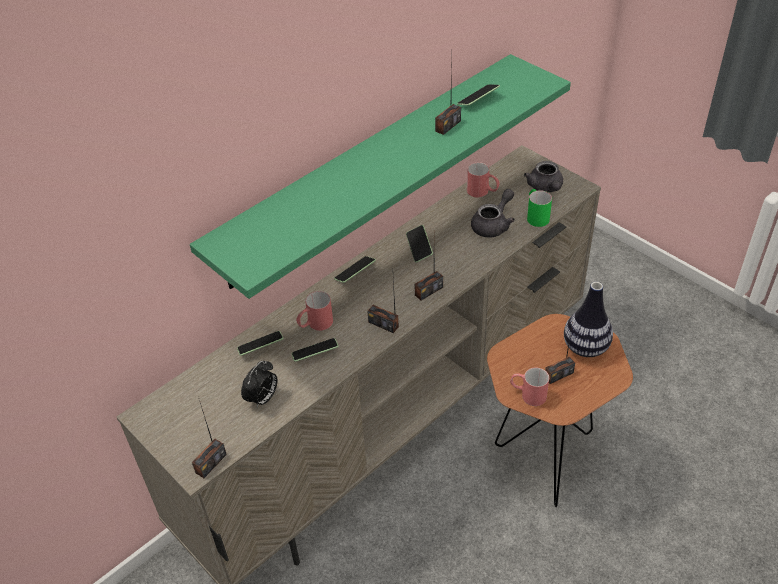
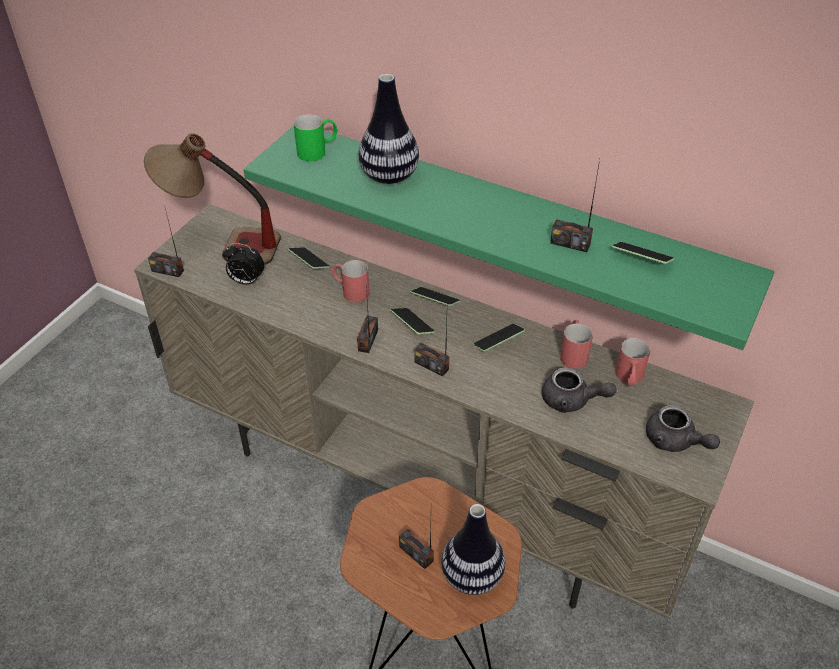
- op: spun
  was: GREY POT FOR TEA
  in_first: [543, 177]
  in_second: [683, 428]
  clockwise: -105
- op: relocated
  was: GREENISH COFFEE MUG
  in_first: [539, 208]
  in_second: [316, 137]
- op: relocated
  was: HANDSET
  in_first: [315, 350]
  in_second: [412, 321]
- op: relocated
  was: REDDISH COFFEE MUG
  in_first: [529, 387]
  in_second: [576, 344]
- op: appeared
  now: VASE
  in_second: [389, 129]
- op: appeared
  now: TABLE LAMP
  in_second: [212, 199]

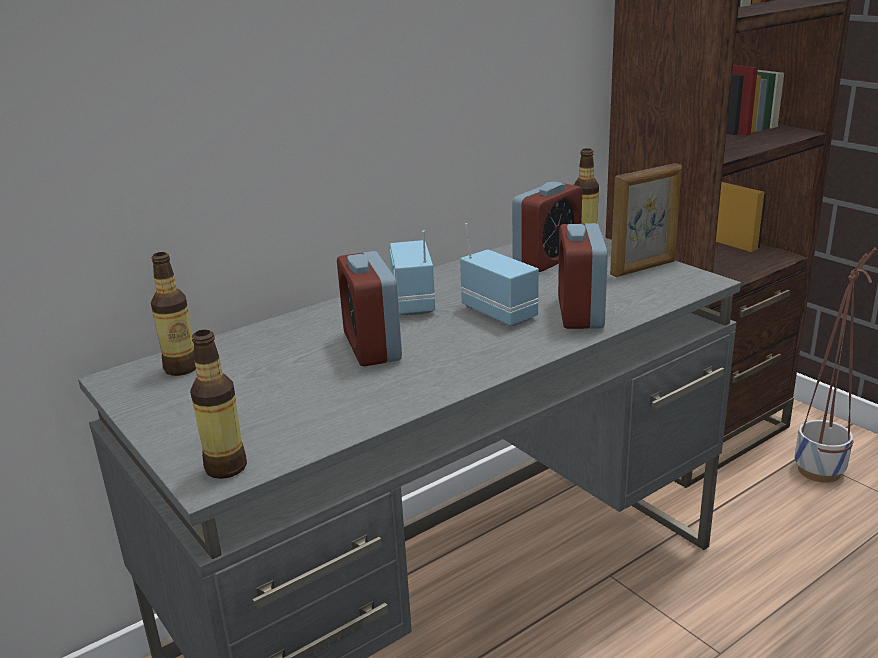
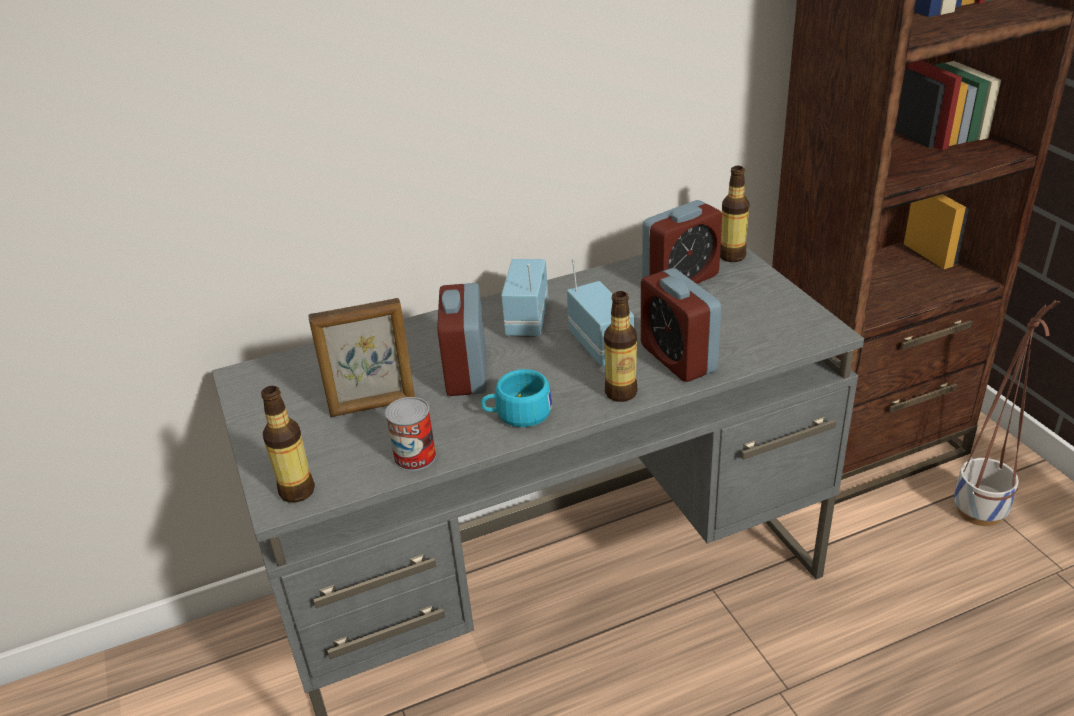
- op: relocated
  was: STANDING FRAME
  in_first: [646, 220]
  in_second: [361, 357]
- op: spun
  was: TABLE CLOCK
  in_first: [583, 276]
  in_second: [681, 325]
  clockwise: -45
- op: relocated
  was: DRINK BOTTLE
  in_first: [173, 314]
  in_second: [621, 346]
- op: appeared
  now: TURQUOISE DRINKING CUP
  in_second: [516, 398]
- op: appeared
  now: METAL CAN
  in_second: [410, 434]

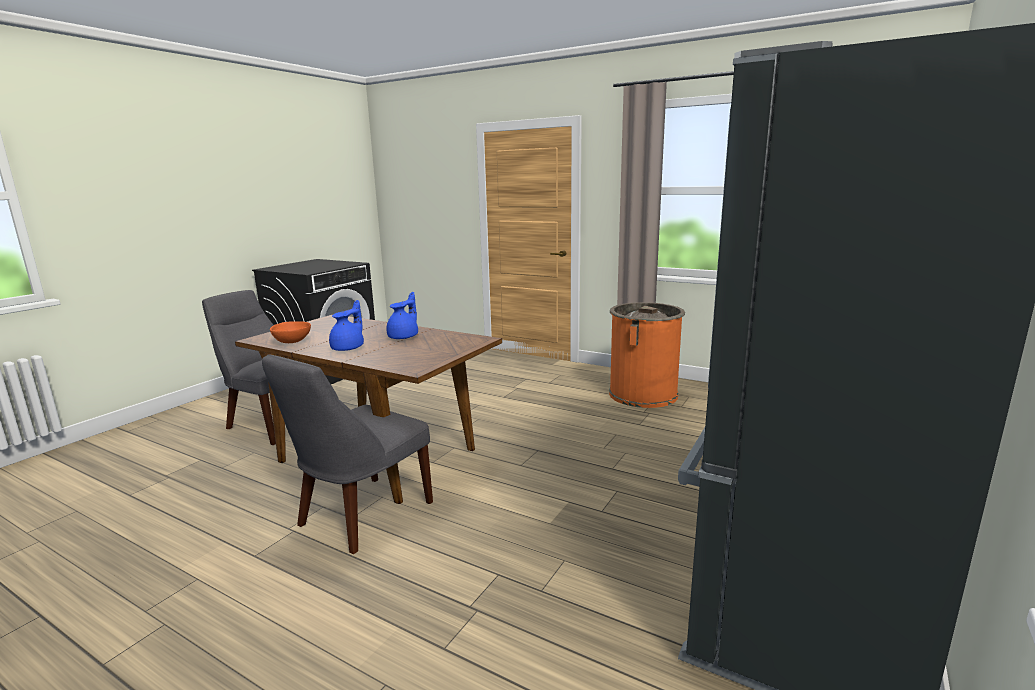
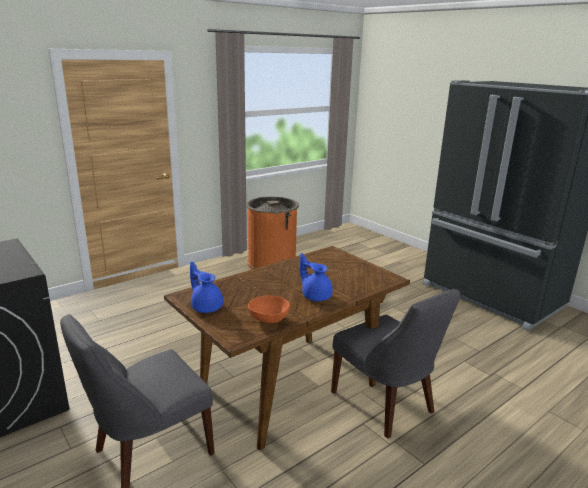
- op: relocated
  was: BLUISH POT FOR TEA
  in_first: [402, 315]
  in_second: [206, 287]

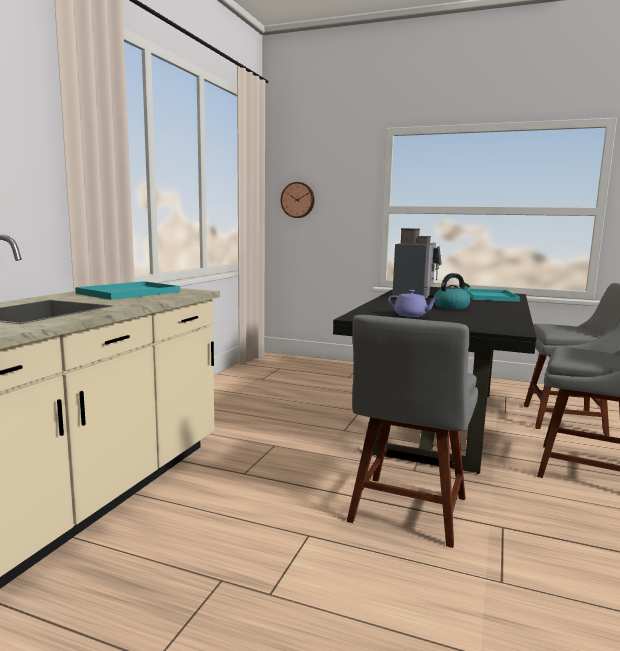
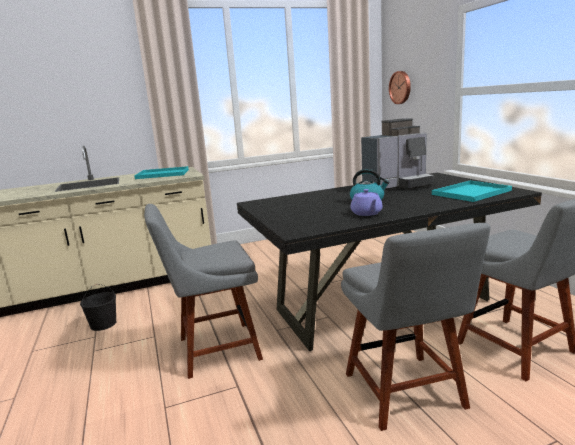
- op: relocated
  was: PURPLISH POT FOR TEA
  in_first: [413, 303]
  in_second: [366, 202]
- op: appeared
  now: BLACK PAIL
  in_second: [98, 307]

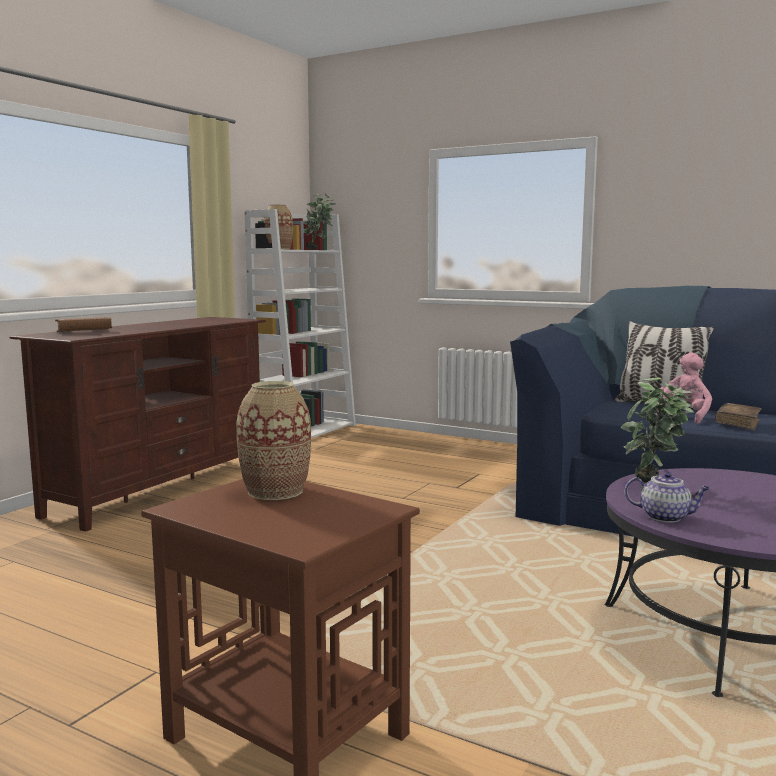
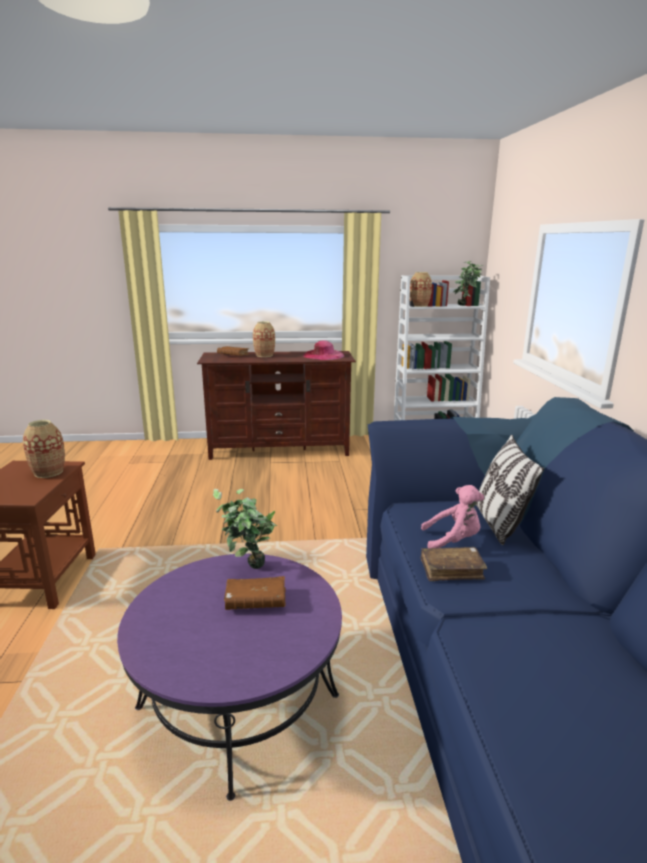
- op: missing
  was: POT FOR TEA
  in_first: [667, 496]
- op: appeared
  now: VASE
  in_second: [264, 339]
- op: appeared
  now: PINKISH CLOTHING HAT
  in_second: [323, 350]
- op: appeared
  now: BROWN VOLUME
  in_second: [254, 593]

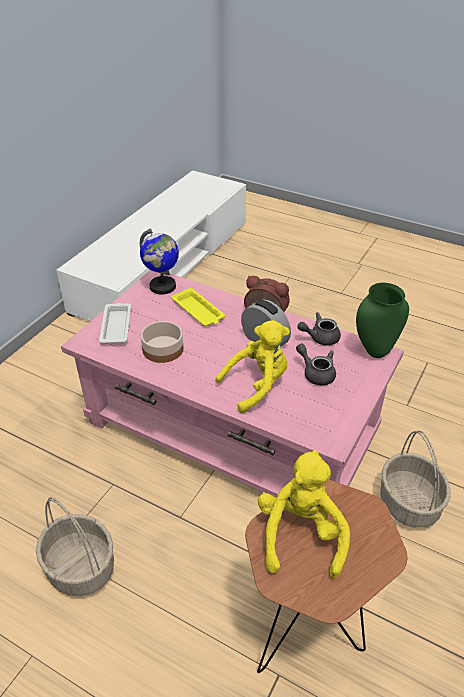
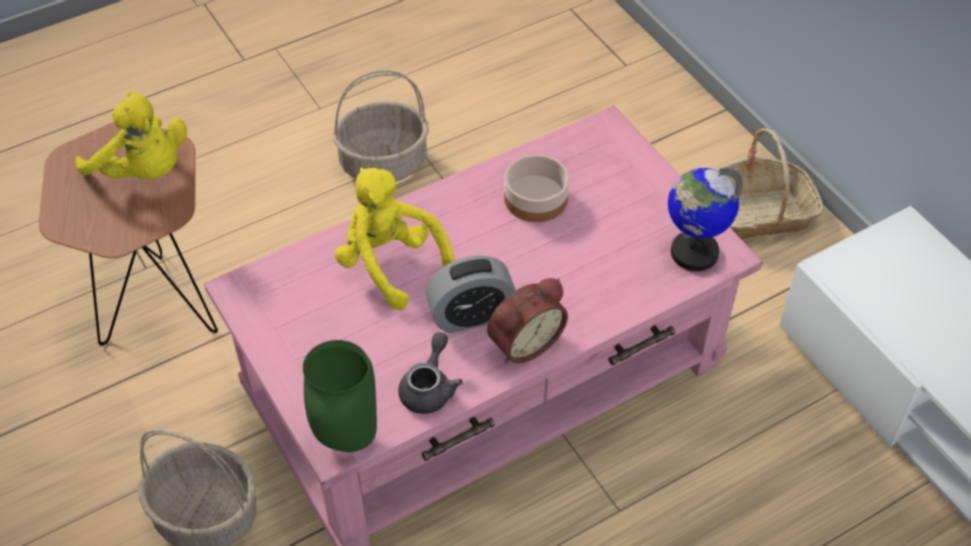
- op: missing
  was: YELLOWISH TRAY
  in_first: [198, 307]
- op: missing
  was: WHITE-COLOURED TRAY
  in_first: [115, 323]
- op: spun
  was: YELLOWISH SOFT TOY
  in_first: [252, 366]
  in_second: [395, 238]
  clockwise: 135
- op: missing
  was: GREY POT FOR TEA
  in_first: [316, 364]
- op: appeared
  now: STORAGE BASKET
  in_second: [770, 184]

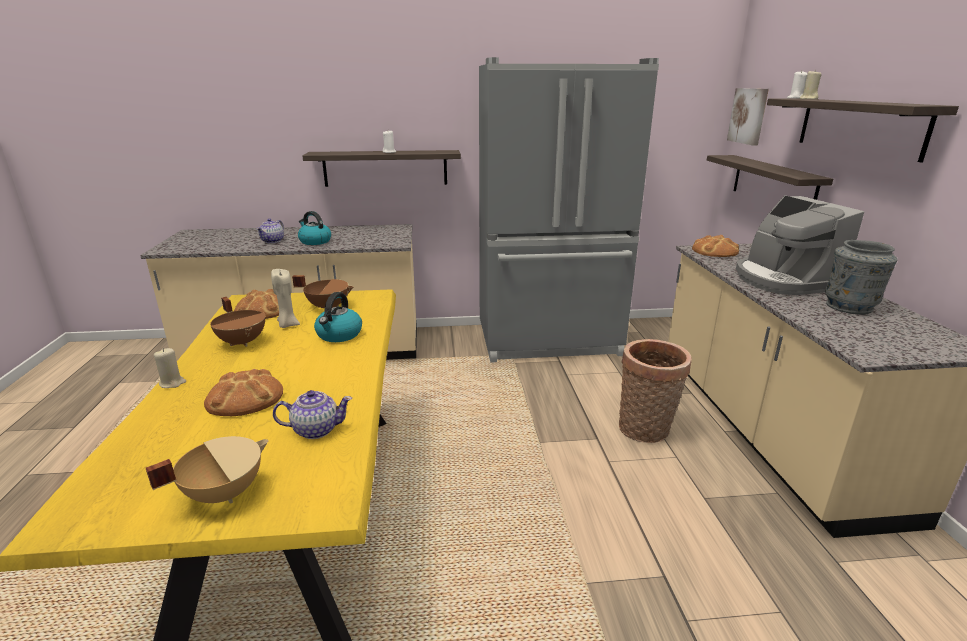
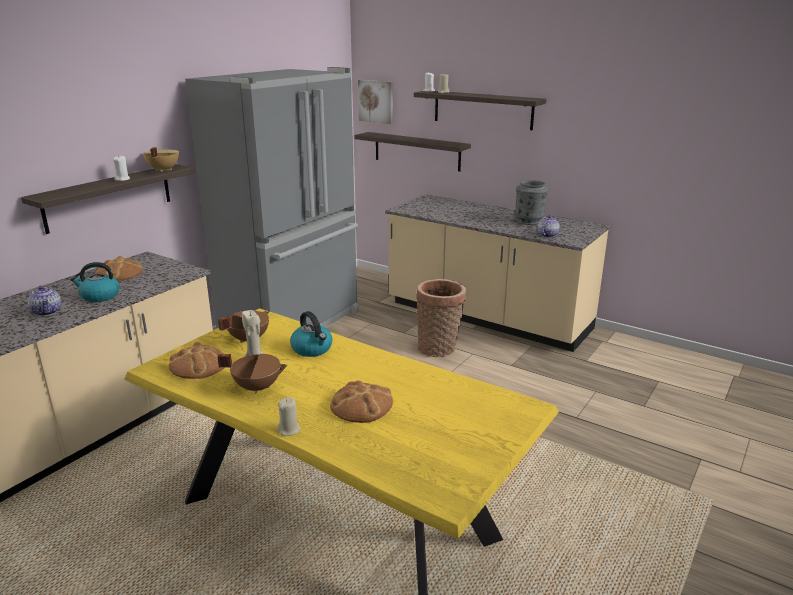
- op: missing
  was: COFFEE MAKER
  in_first: [800, 245]
- op: relocated
  was: BAKED BREAD
  in_first: [715, 246]
  in_second: [119, 268]
- op: relocated
  was: POT FOR TEA
  in_first: [312, 414]
  in_second: [548, 226]
- op: relocated
  was: BEIGE-COLOURED COOKING POT
  in_first: [207, 470]
  in_second: [161, 159]

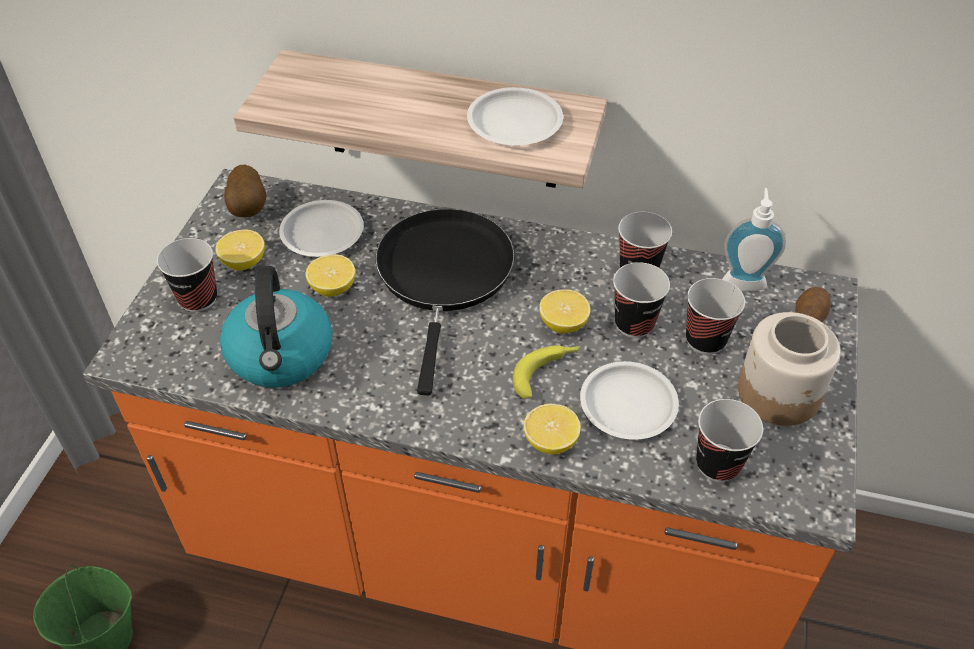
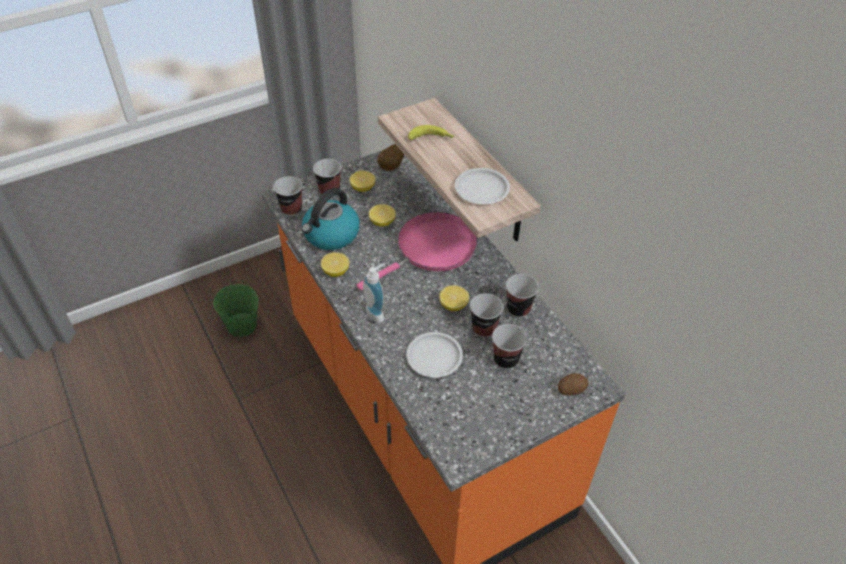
- op: relocated
  was: LIQUID SOAP BOTTLE
  in_first: [754, 239]
  in_second: [374, 293]
- op: missing
  was: WHITE-COLOURED FLAT DISH
  in_first: [321, 228]
- op: colour
  was: BLACK PAN
  now: PINKISH PAN
  in_first: [444, 302]
  in_second: [416, 251]
- op: missing
  was: JAR
  in_first: [789, 369]
- op: relocated
  was: WHOLE BANANA
  in_first: [546, 372]
  in_second: [431, 133]
- op: relocated
  was: DRINKING CUP
  in_first: [729, 440]
  in_second: [288, 196]
- op: relocated
  was: WHOLE LEMON
  in_first: [552, 429]
  in_second: [335, 264]

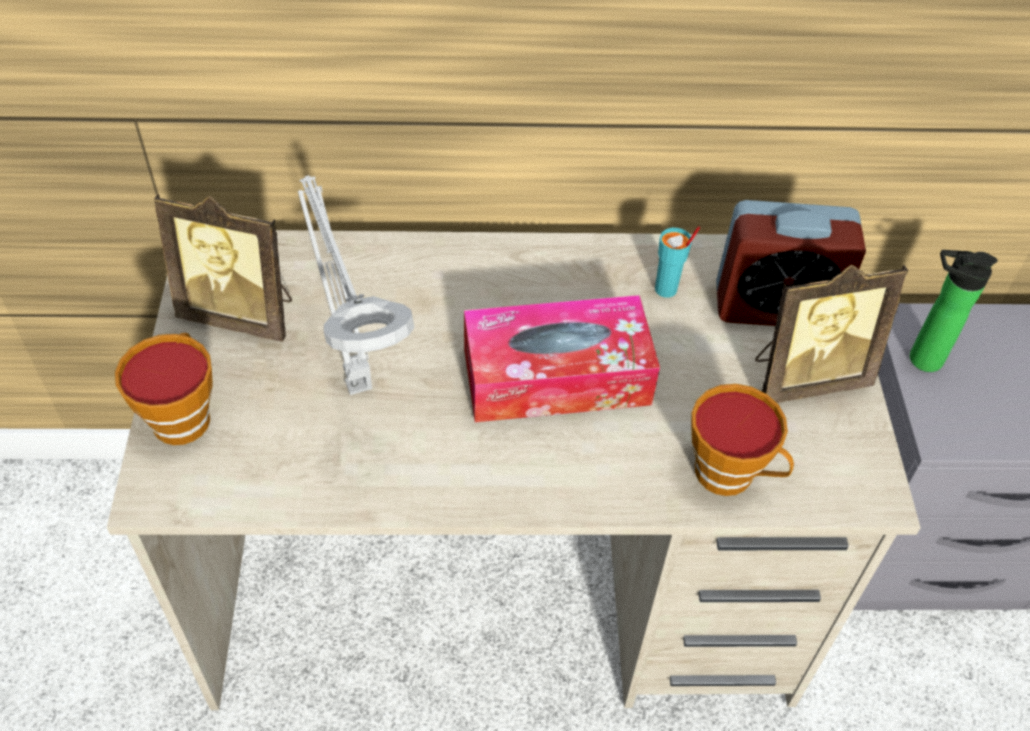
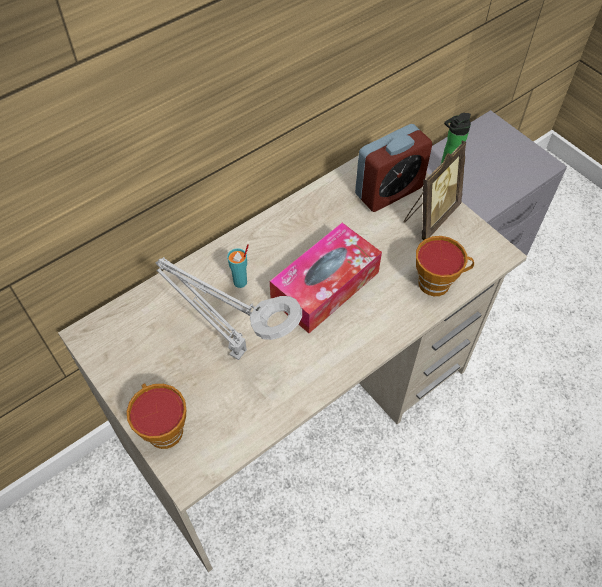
- op: missing
  was: STANDING FRAME
  in_first: [223, 268]
- op: relocated
  was: TURQUOISE DRINKING CUP
  in_first: [677, 262]
  in_second: [238, 266]

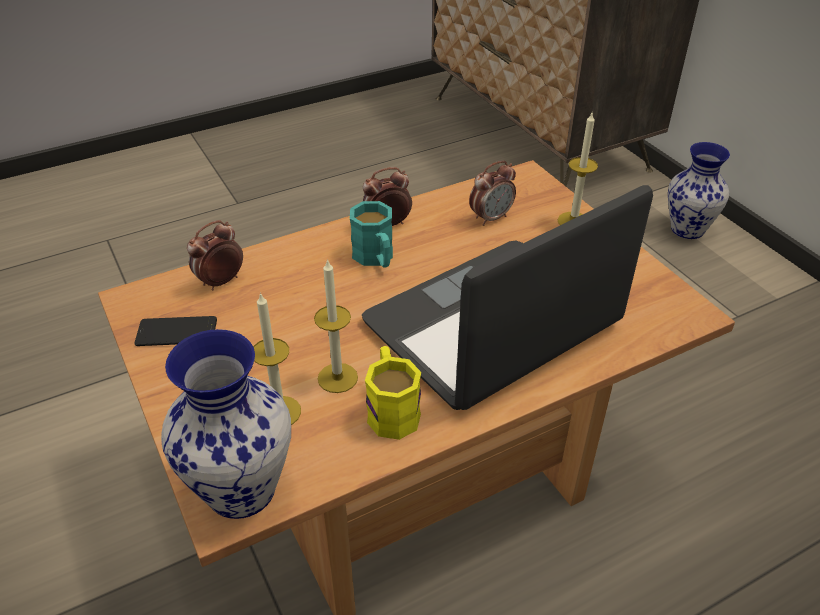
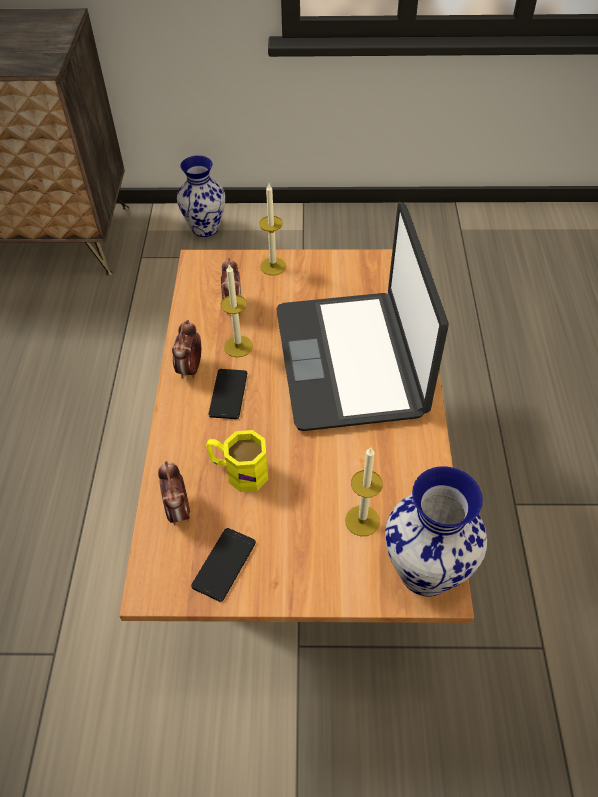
- op: exchanged
  was: TURQUOISE COFFEE MUG
  now: HANDSET
  in_first: [371, 234]
  in_second: [227, 394]
- op: relocated
  was: WAX CANDLE
  in_first: [336, 326]
  in_second: [237, 311]
- op: relocated
  was: YELLOWISH COFFEE MUG
  in_first: [393, 393]
  in_second: [237, 461]

